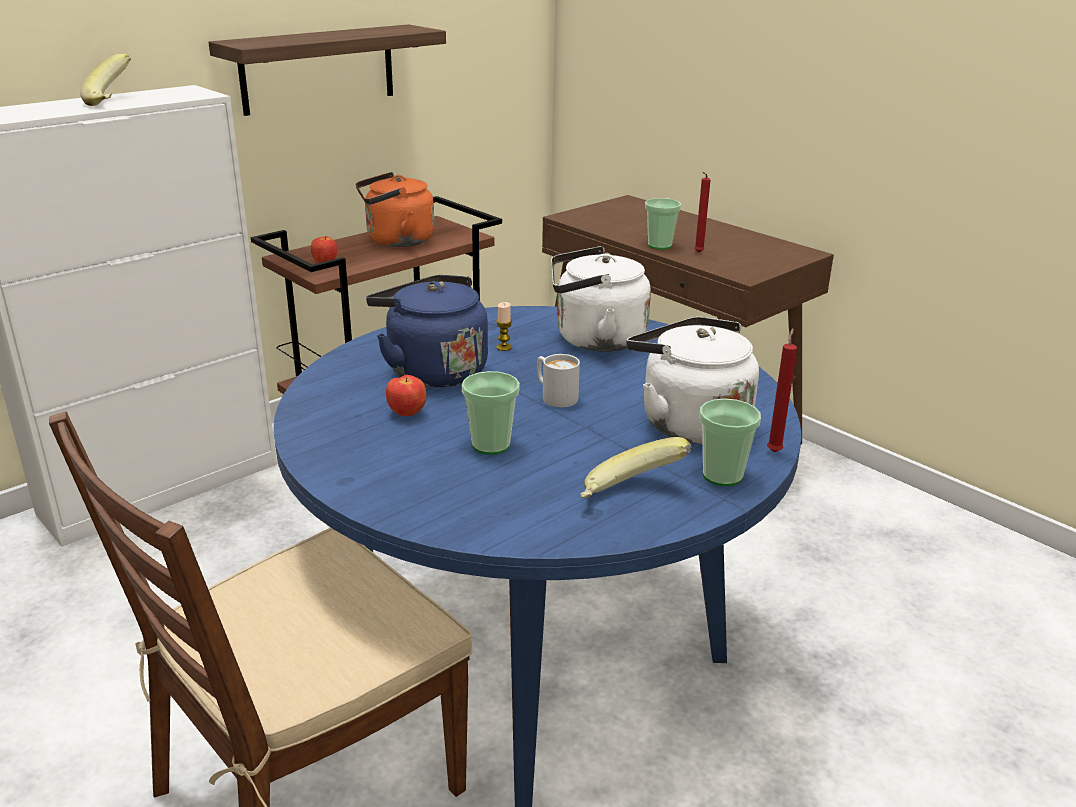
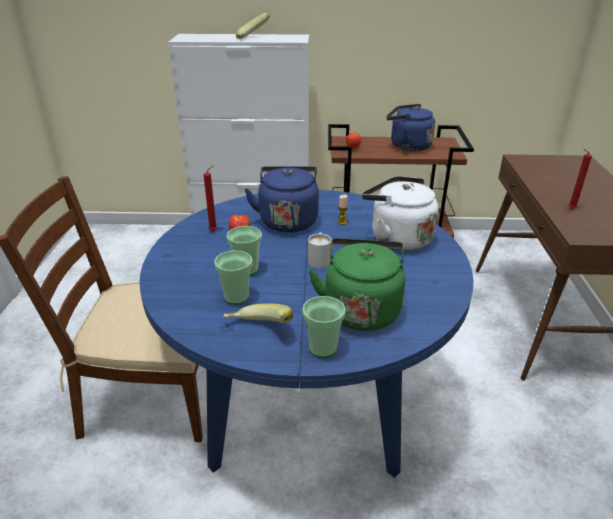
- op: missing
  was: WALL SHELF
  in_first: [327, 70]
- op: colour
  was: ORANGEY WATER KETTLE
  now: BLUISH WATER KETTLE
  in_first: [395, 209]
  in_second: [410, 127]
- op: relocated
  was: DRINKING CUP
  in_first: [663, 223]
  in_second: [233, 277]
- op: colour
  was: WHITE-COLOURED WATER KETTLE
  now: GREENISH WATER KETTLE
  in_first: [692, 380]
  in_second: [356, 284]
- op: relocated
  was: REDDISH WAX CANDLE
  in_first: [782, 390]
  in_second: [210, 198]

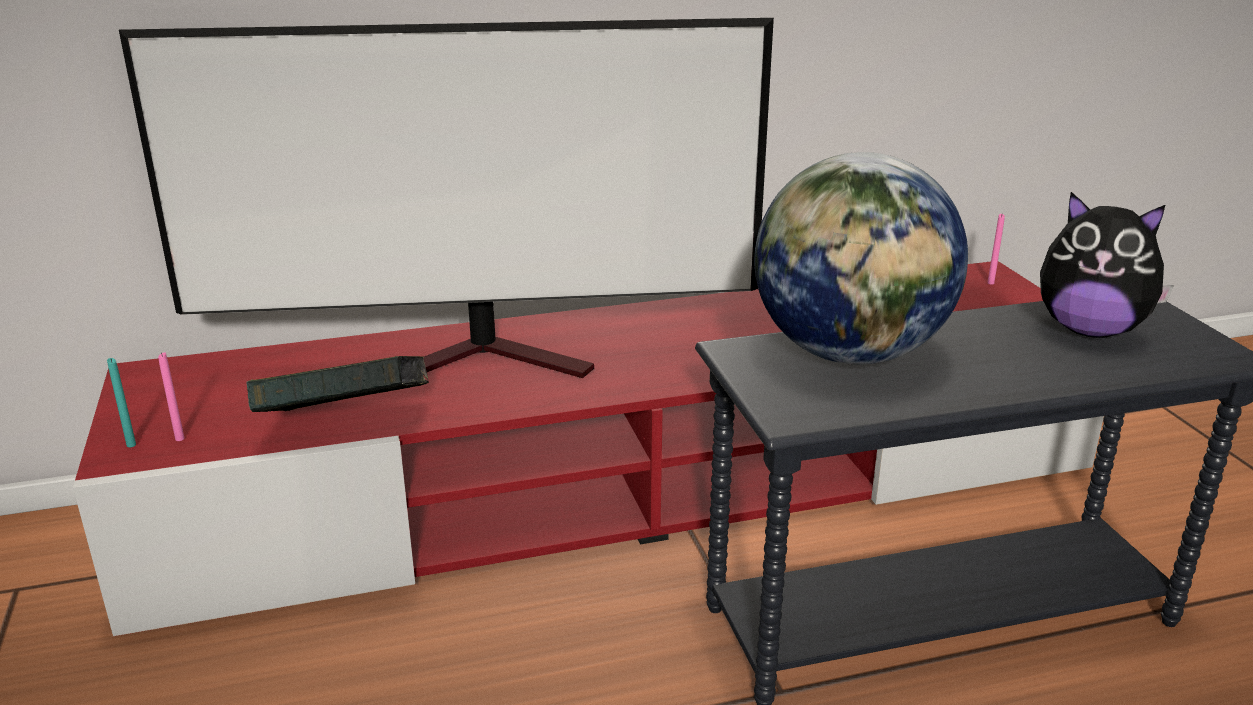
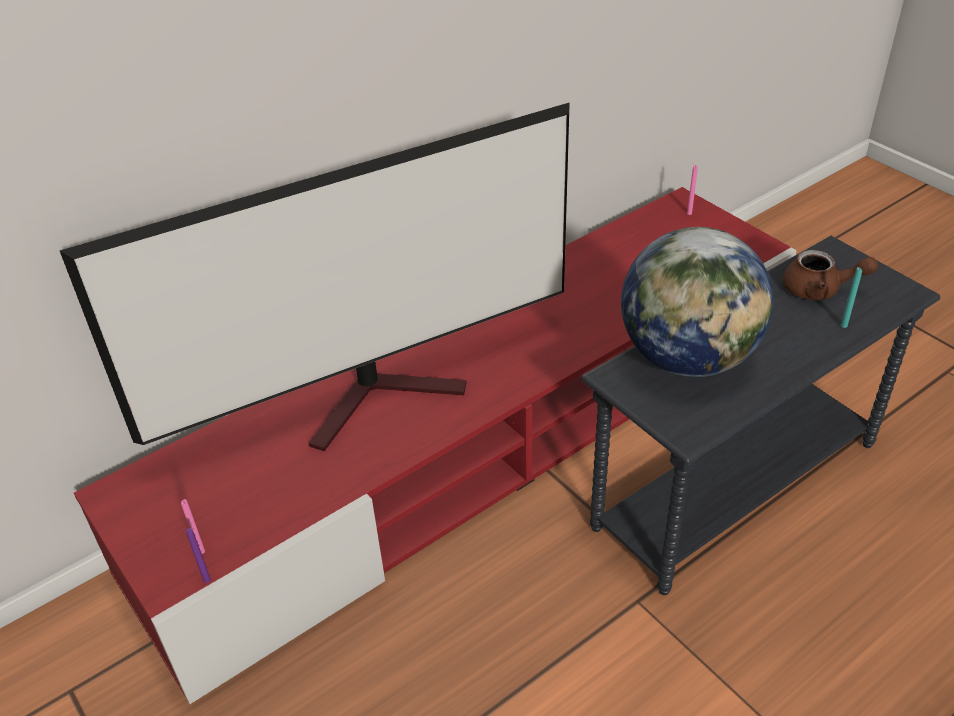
- op: exchanged
  was: SOFT TOY
  now: BROWN POT FOR TEA
  in_first: [1107, 265]
  in_second: [830, 275]
- op: missing
  was: VOLUME
  in_first: [338, 384]
- op: relocated
  was: TURQUOISE WAX CANDLE
  in_first: [121, 402]
  in_second: [851, 297]
- op: appeared
  now: PURPLISH WAX CANDLE
  in_second: [198, 555]

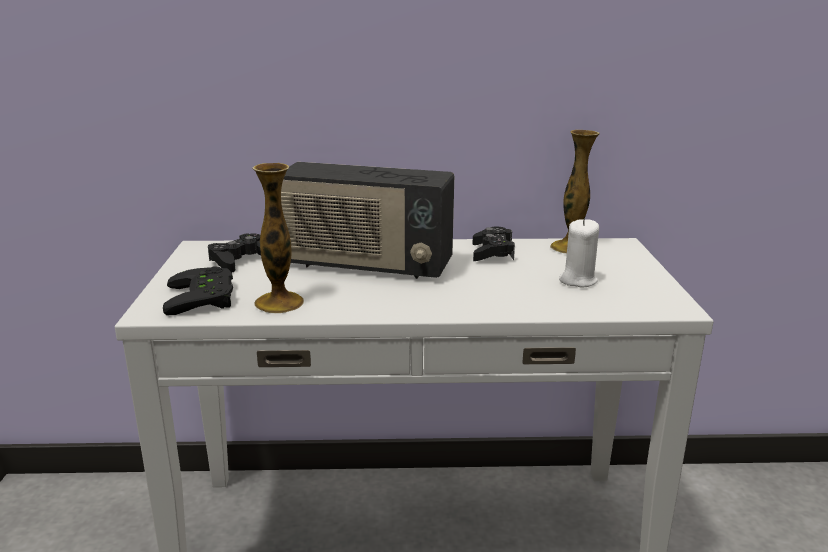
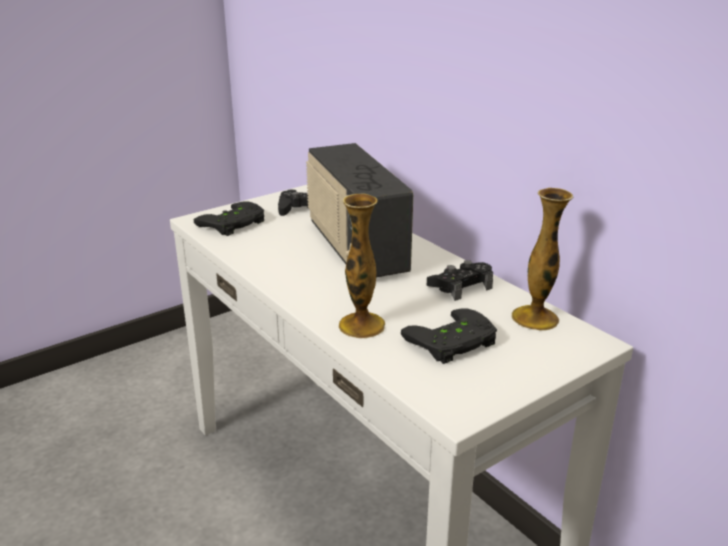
- op: relocated
  was: VASE
  in_first: [278, 238]
  in_second: [362, 266]
- op: exchanged
  was: WHITE-COLOURED WAX CANDLE
  now: BLACK JOYPAD
  in_first: [579, 253]
  in_second: [449, 336]

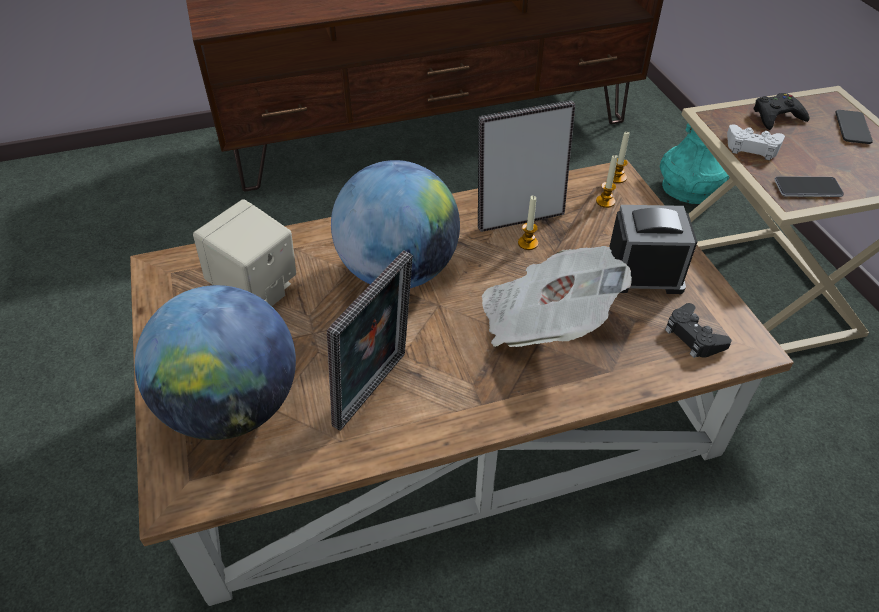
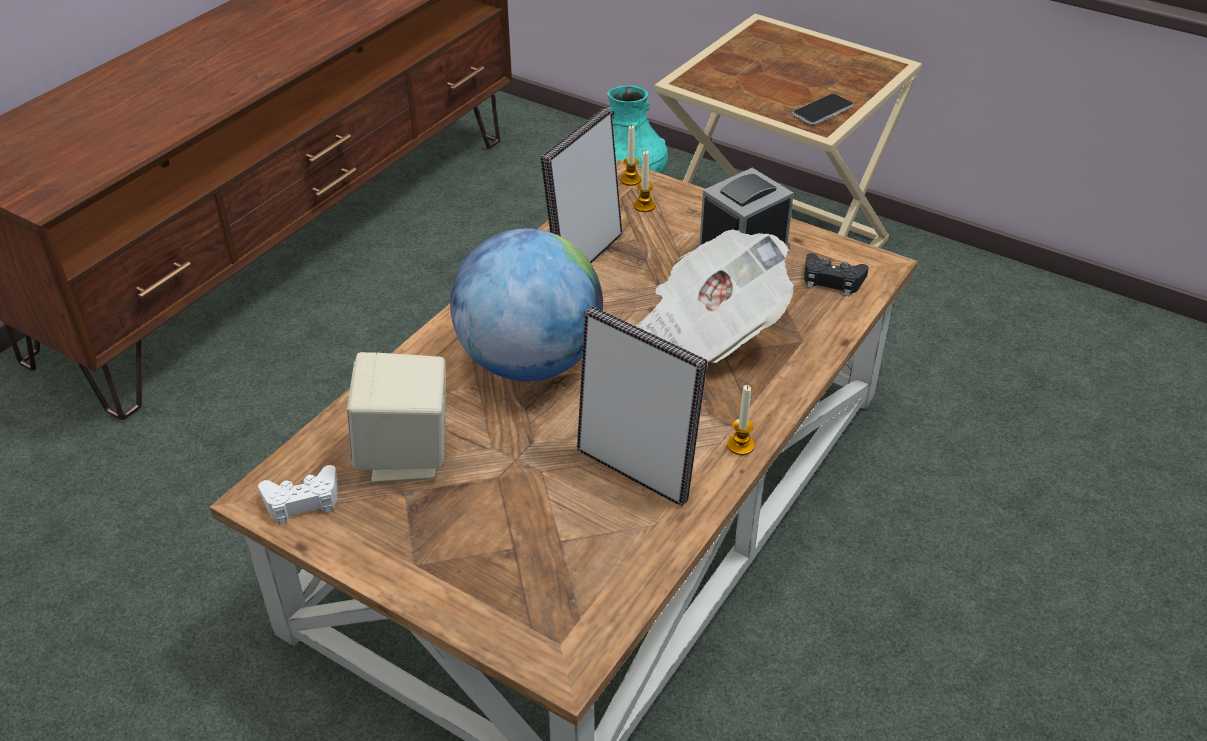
- op: missing
  was: BLACK JOYPAD
  in_first: [781, 111]
- op: missing
  was: HANDSET
  in_first: [854, 127]
- op: relocated
  was: WHITE-COLOURED JOYPAD
  in_first: [756, 142]
  in_second: [297, 495]
- op: relocated
  was: WAX CANDLE
  in_first: [528, 223]
  in_second: [741, 420]
- op: spun
  was: STANDING FRAME
  in_first: [370, 340]
  in_second: [642, 406]
  clockwise: -45
- op: missing
  was: DESK GLOBE
  in_first: [215, 362]

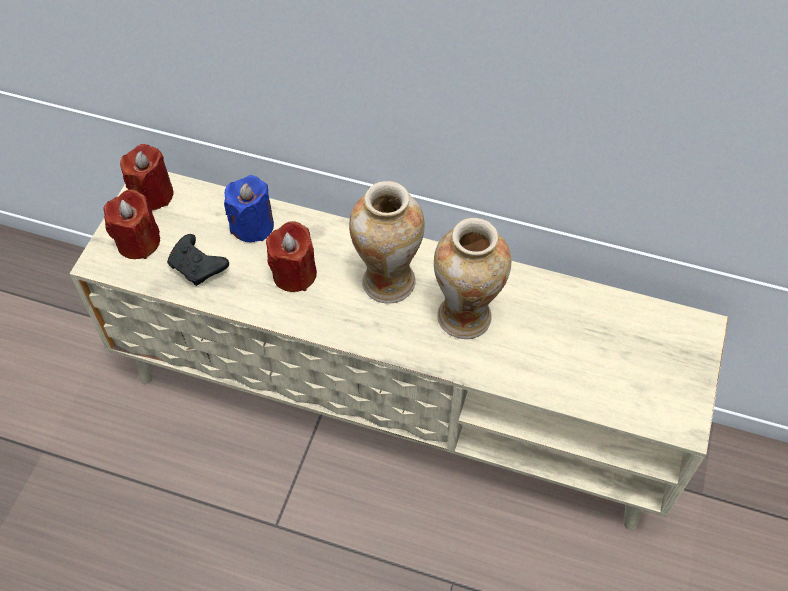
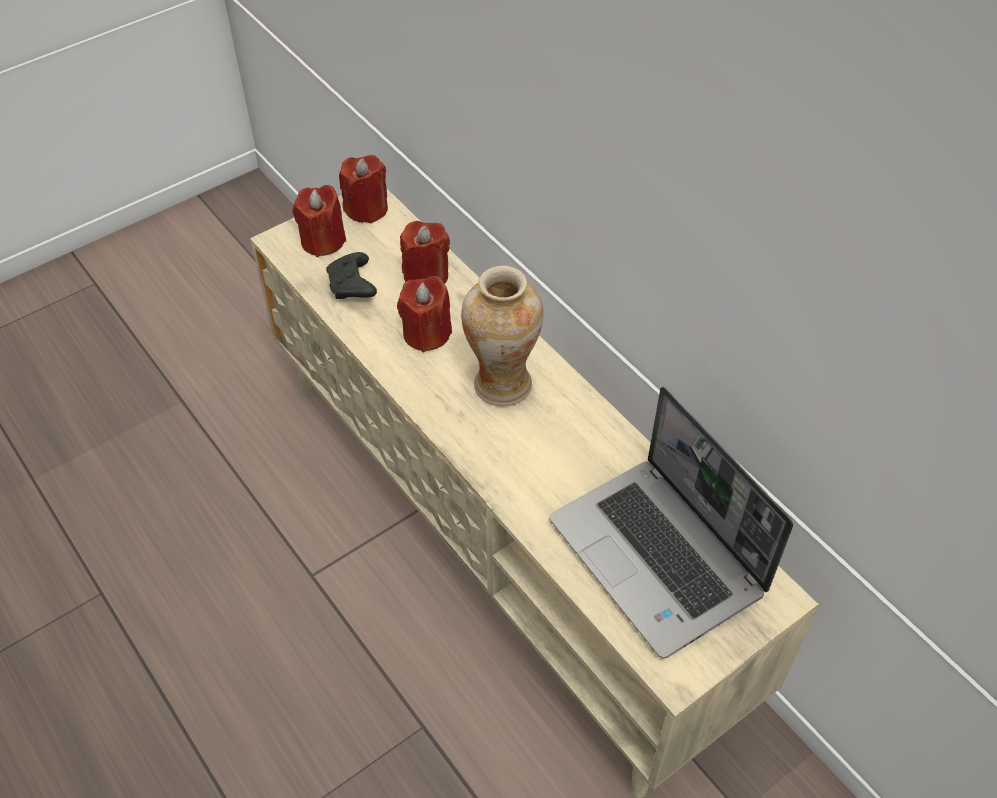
- op: colour
  was: BLUISH WAX CANDLE
  now: REDDISH WAX CANDLE
  in_first: [249, 208]
  in_second: [425, 252]
- op: missing
  was: VASE
  in_first: [472, 278]
- op: appeared
  now: LAPTOP
  in_second: [671, 522]

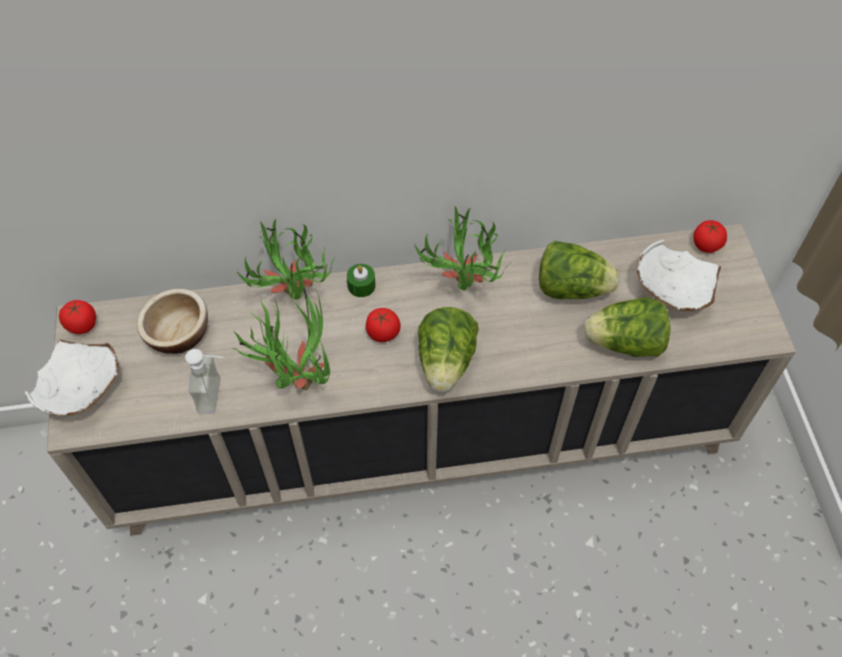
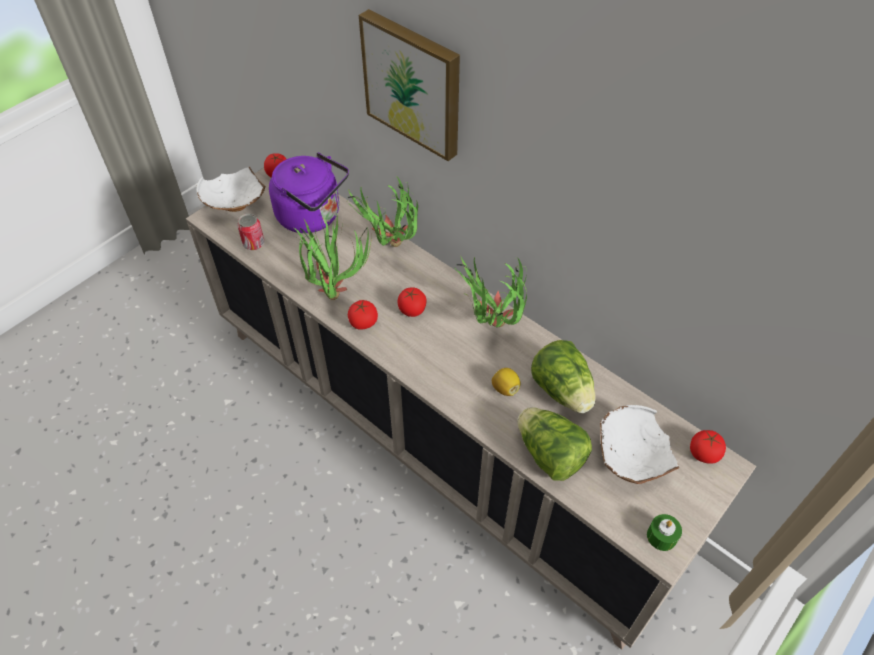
- op: relocated
  was: GREENISH WAX CANDLE
  in_first: [361, 280]
  in_second: [664, 532]
- op: exchanged
  was: SERVING BOWL
  now: PURPLISH WATER KETTLE
  in_first: [172, 321]
  in_second: [309, 192]
- op: missing
  was: LETTUCE
  in_first: [448, 349]
- op: missing
  was: LIQUID SOAP BOTTLE
  in_first: [204, 381]
- op: appeared
  now: WALL PICTURE
  in_second: [409, 85]
- op: appeared
  now: METAL CAN
  in_second: [250, 232]
- op: appeared
  now: FRESH TOMATO
  in_second: [363, 315]
- op: appeared
  now: WHOLE LEMON
  in_second: [506, 382]

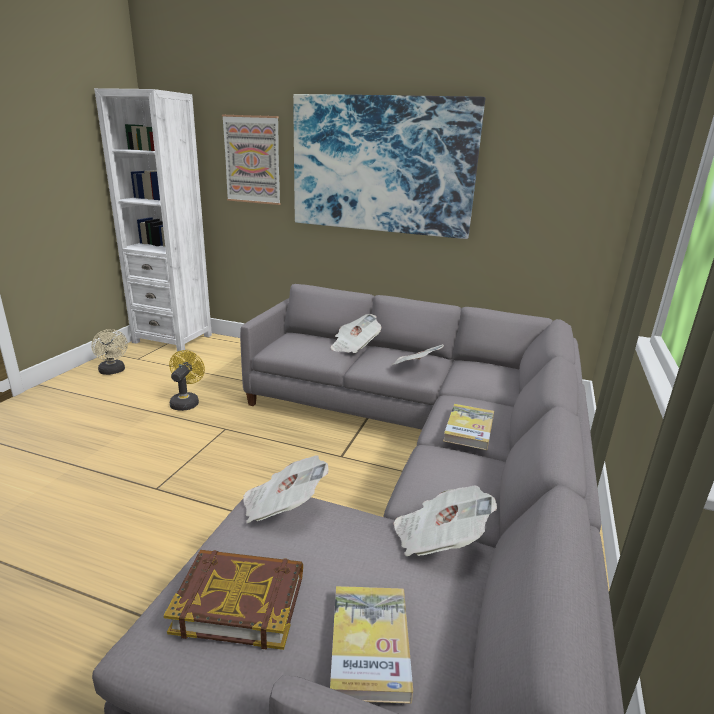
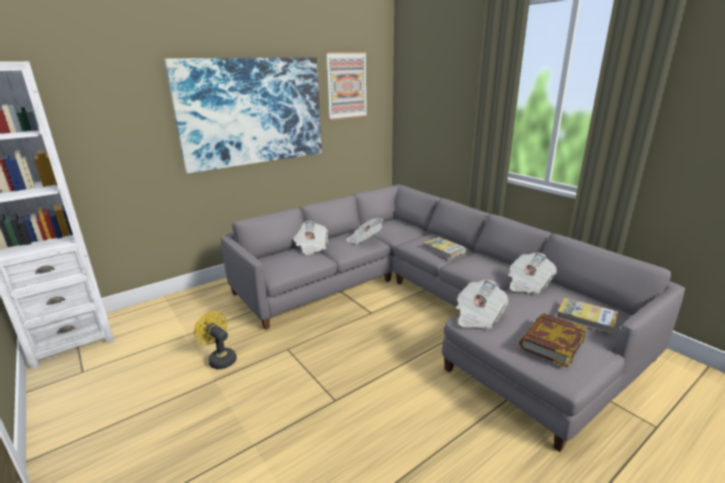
- op: relocated
  was: WALL PICTURE
  in_first: [251, 160]
  in_second: [346, 86]
- op: missing
  was: BEIGE-COLOURED FAN
  in_first: [109, 352]

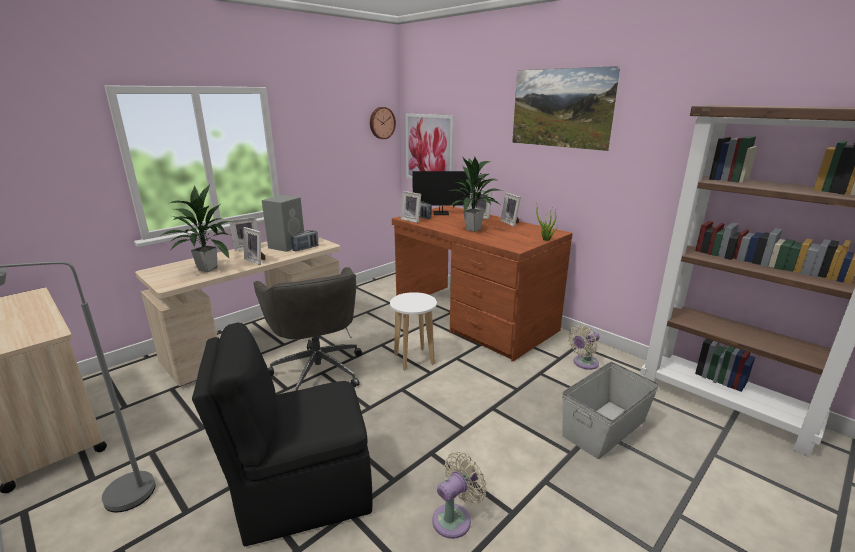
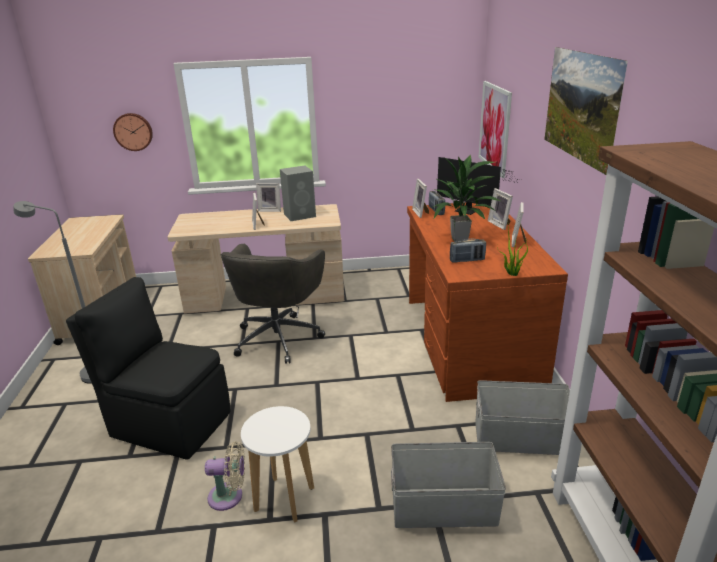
- op: relocated
  was: CLOCK ON THE WALL
  in_first: [383, 123]
  in_second: [133, 132]
- op: missing
  was: PLANT IN A POT
  in_first: [196, 228]
- op: relocated
  was: RADIO SET
  in_first: [304, 240]
  in_second: [468, 251]
- op: relocated
  was: WHITE-COLOURED STOOL SEAT
  in_first: [413, 331]
  in_second: [277, 464]
- op: exchanged
  was: BEIGE-COLOURED FAN
  now: GREY STORAGE BIN
  in_first: [584, 347]
  in_second: [522, 417]

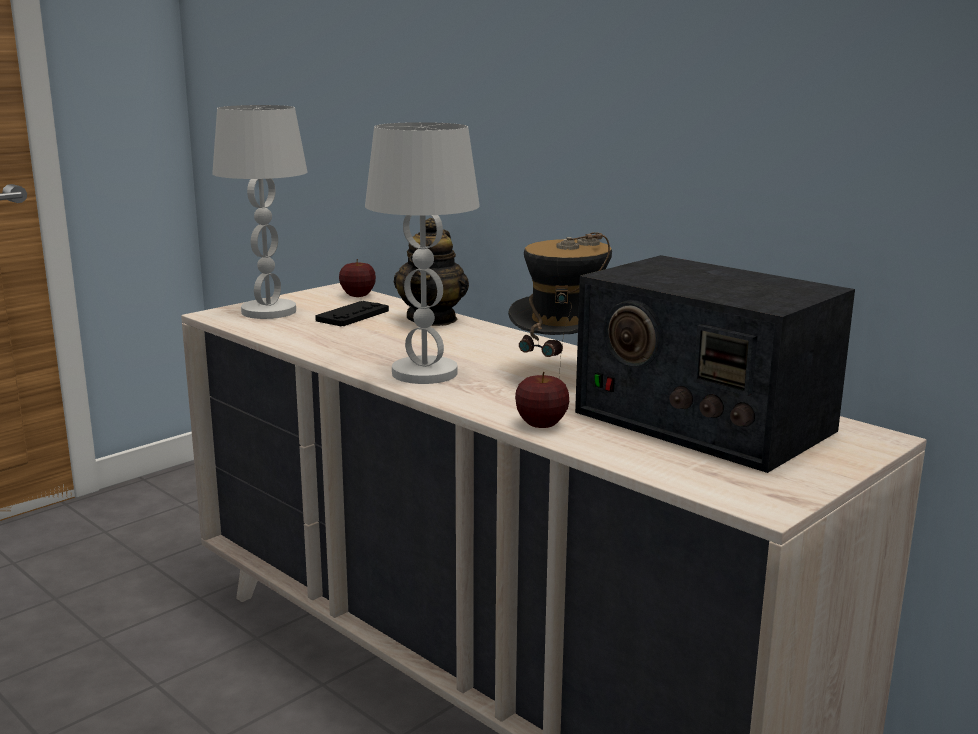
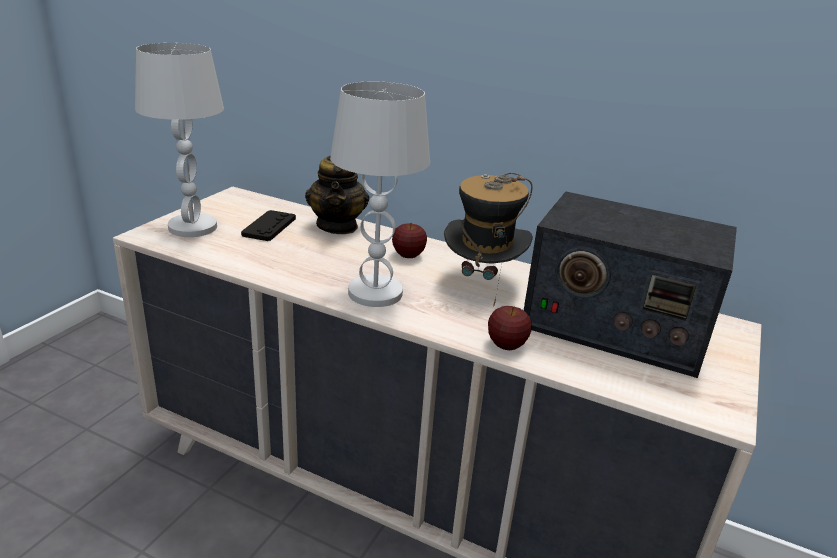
- op: relocated
  was: APPLE FRUIT
  in_first: [357, 278]
  in_second: [409, 240]

